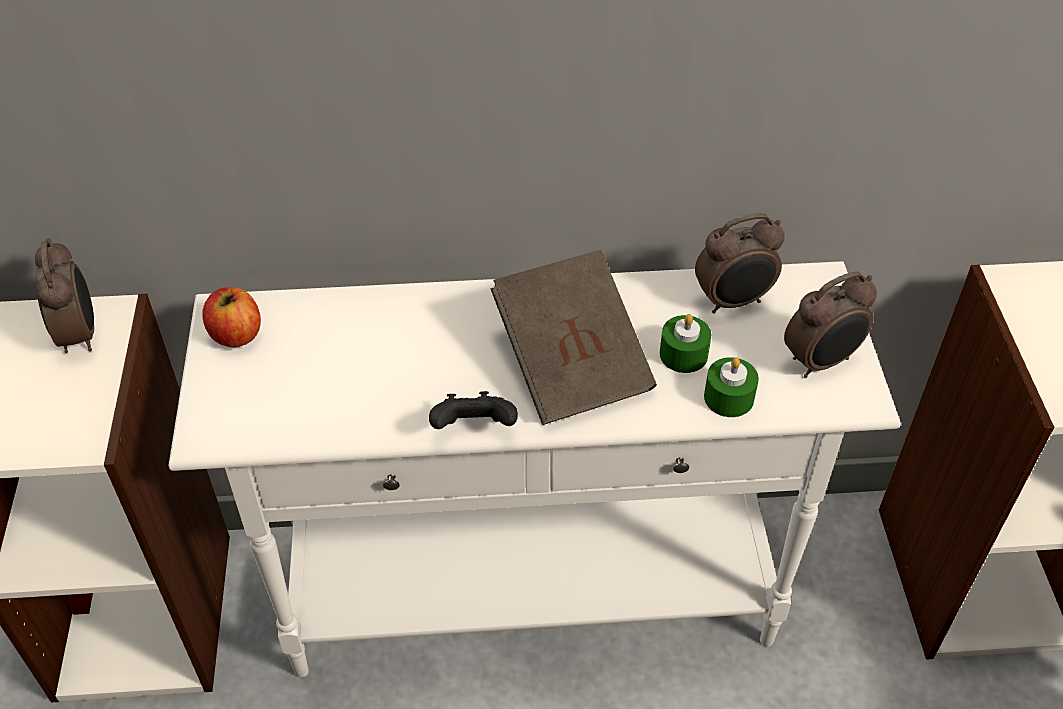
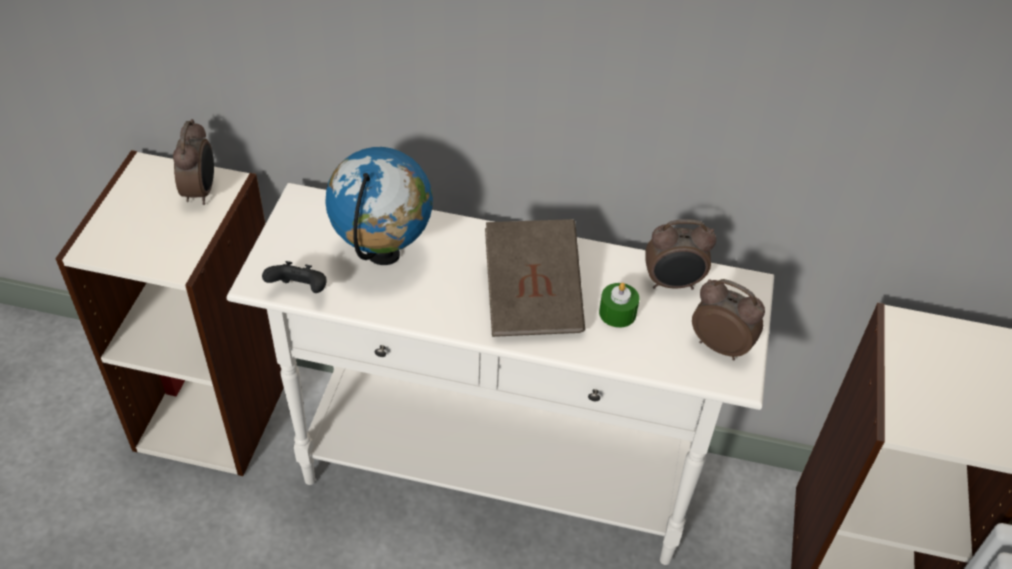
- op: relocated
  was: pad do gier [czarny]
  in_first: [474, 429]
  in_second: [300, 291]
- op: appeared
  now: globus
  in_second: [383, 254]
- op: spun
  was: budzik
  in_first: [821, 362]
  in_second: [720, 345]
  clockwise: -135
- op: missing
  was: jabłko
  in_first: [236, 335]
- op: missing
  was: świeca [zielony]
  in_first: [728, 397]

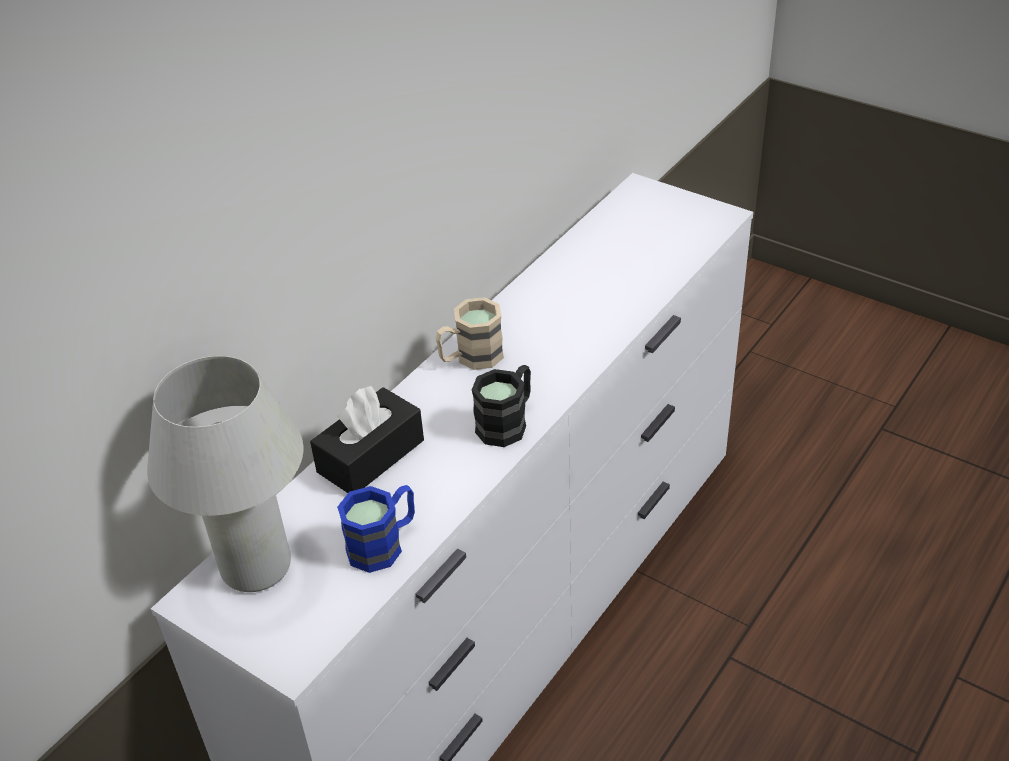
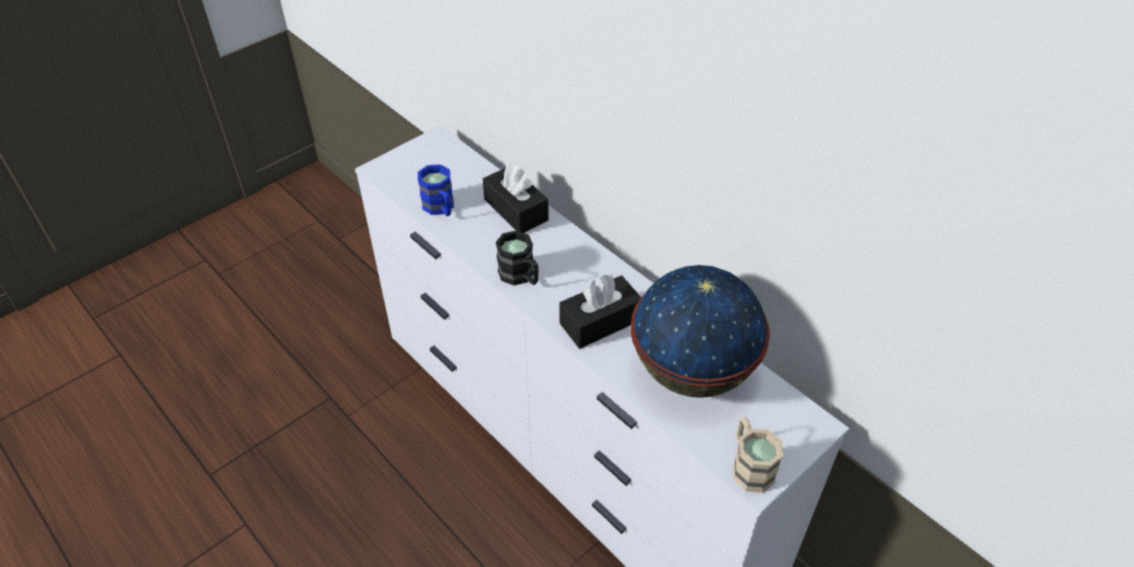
- op: appeared
  now: pudełko chusteczek [czarny]
  in_second: [600, 322]
- op: appeared
  now: globus
  in_second: [693, 371]
- op: relocated
  was: kubek [beżowy]
  in_first: [471, 358]
  in_second: [749, 465]
- op: missing
  was: lampa stołowa [biały]
  in_first: [256, 567]

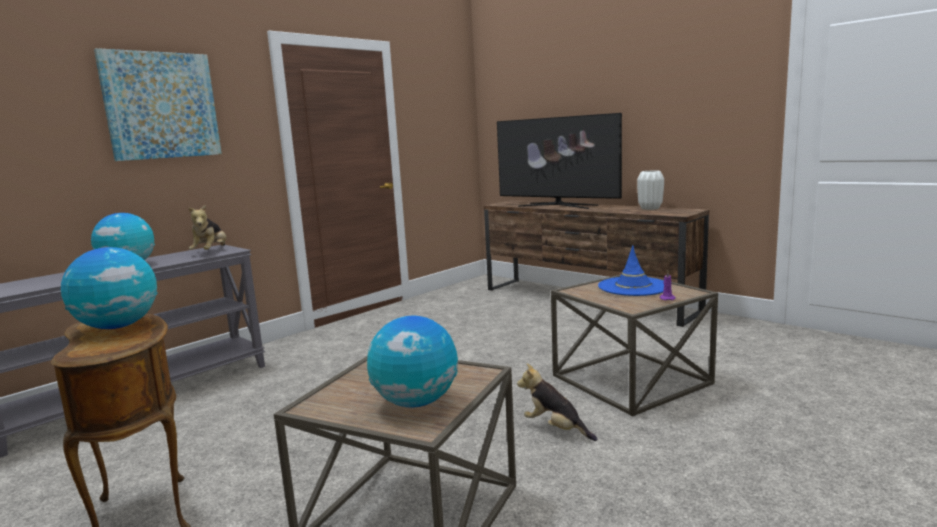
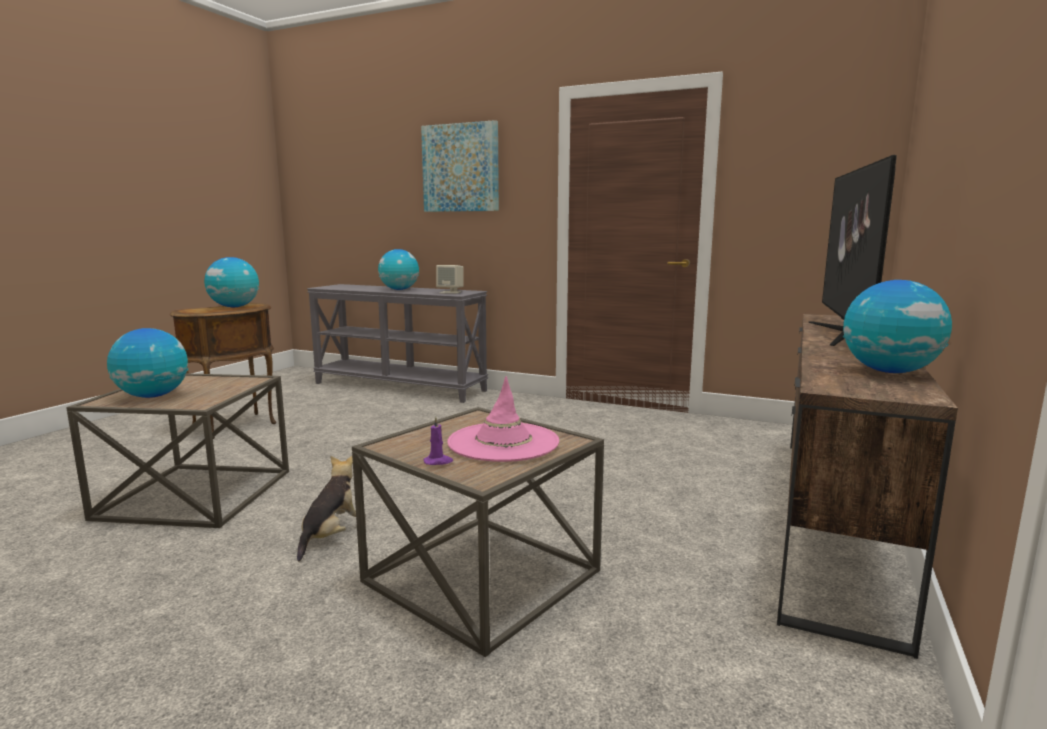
- op: exchanged
  was: pluszak
  now: głośnik [beżowy]
  in_first: [211, 252]
  in_second: [450, 292]
- op: colour
  was: kapelusz [niebieski]
  now: kapelusz [różowy]
  in_first: [633, 287]
  in_second: [503, 442]
- op: exchanged
  was: wazon [biały]
  now: globus
  in_first: [649, 208]
  in_second: [889, 371]

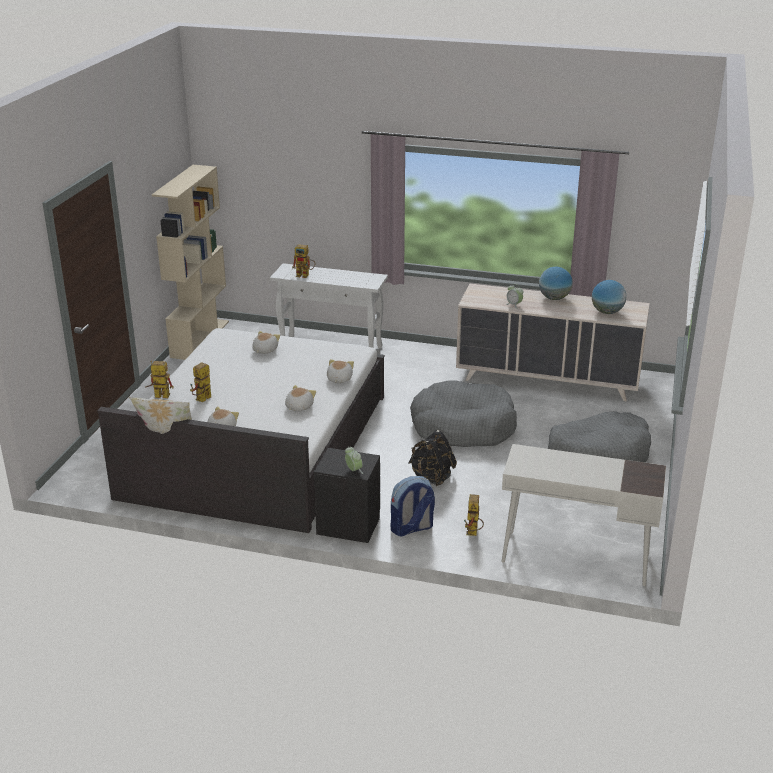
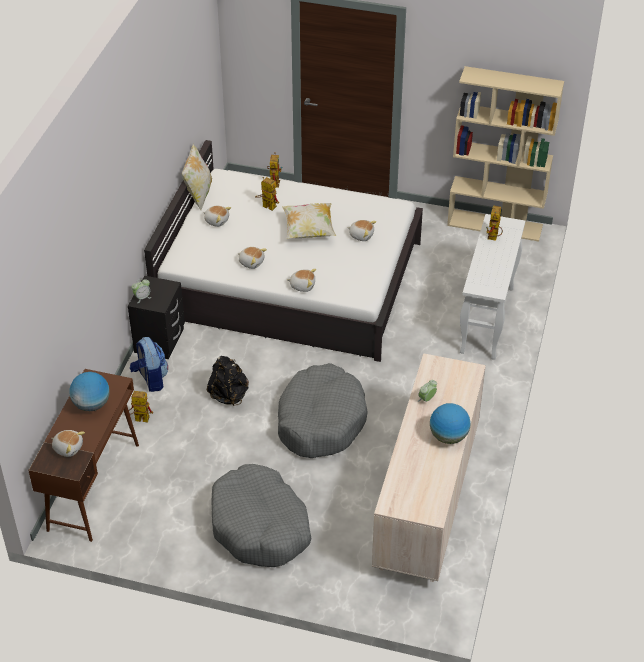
- op: colour
  was: biurko [biały]
  now: biurko [brązowy]
  in_first: [574, 557]
  in_second: [94, 486]
- op: appeared
  now: pluszak
  in_second: [68, 447]
- op: relocated
  was: globus
  in_first: [607, 312]
  in_second: [92, 405]
- op: appeared
  now: poduszka
  in_second: [309, 230]

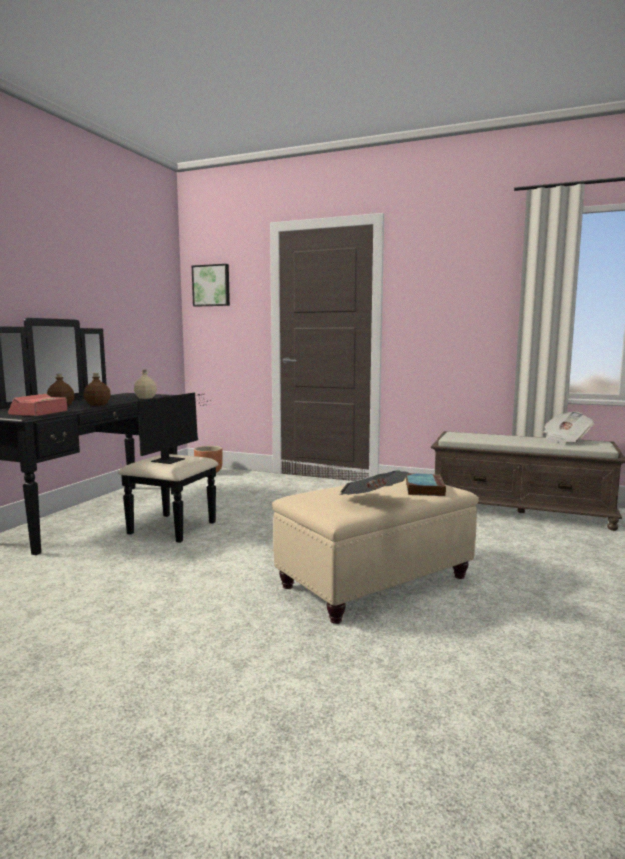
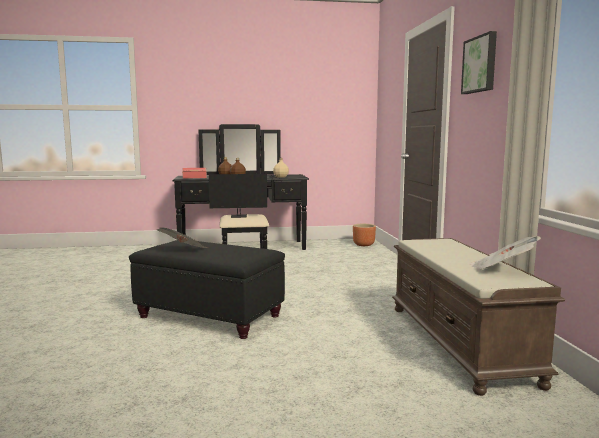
- op: colour
  was: pufa [beżowy]
  now: pufa [czarny]
  in_first: [374, 582]
  in_second: [208, 316]
- op: relocated
  was: obraz
  in_first: [211, 285]
  in_second: [480, 64]
- op: missing
  was: książka
  in_first: [424, 488]

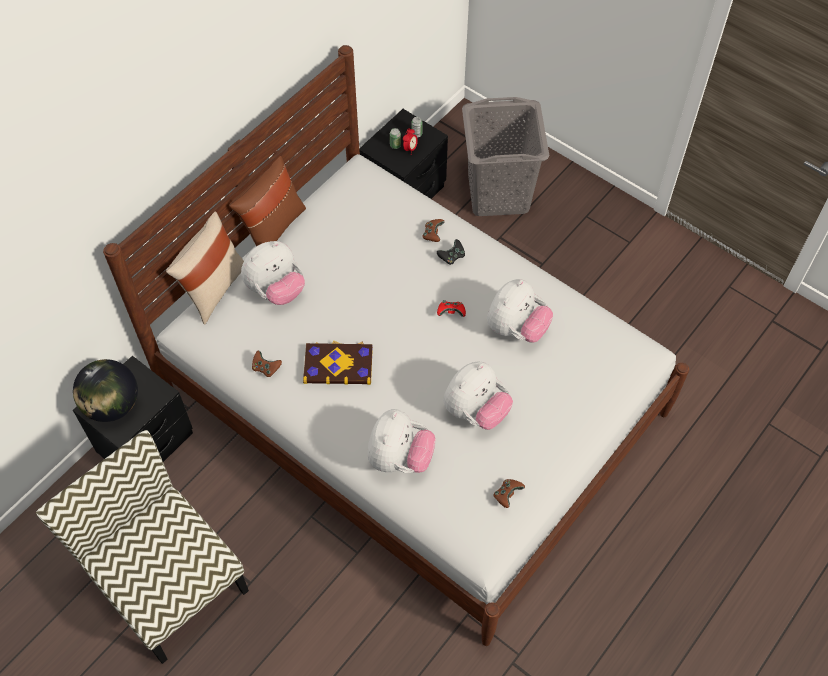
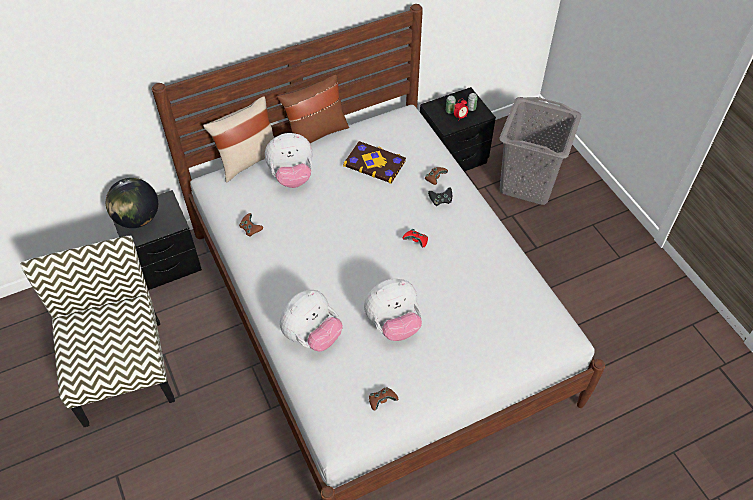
- op: relocated
  was: książka
  in_first: [338, 364]
  in_second: [375, 163]
- op: missing
  was: pluszak
  in_first: [516, 328]

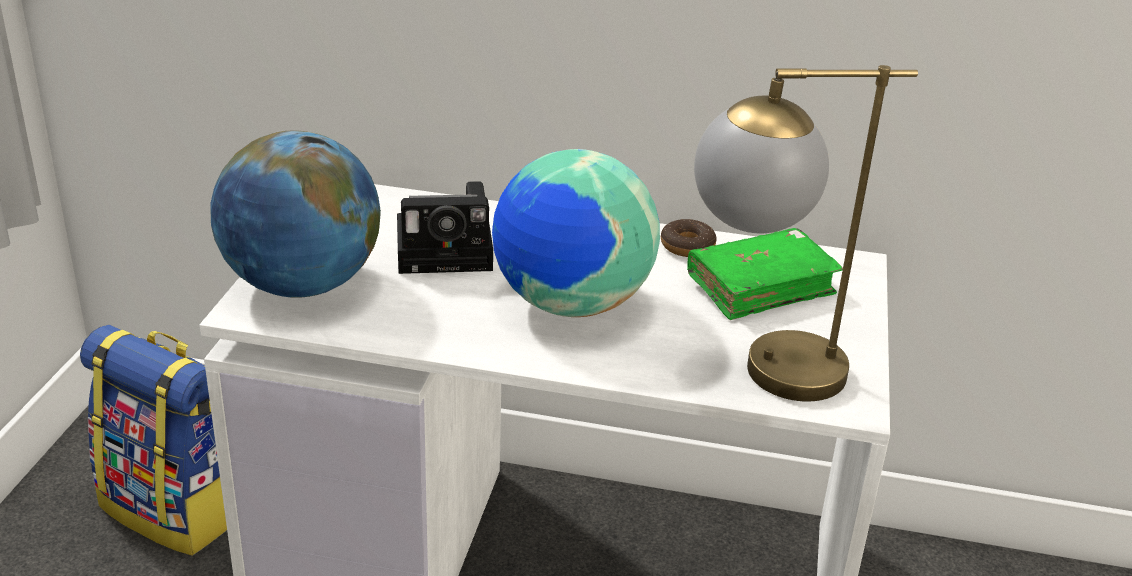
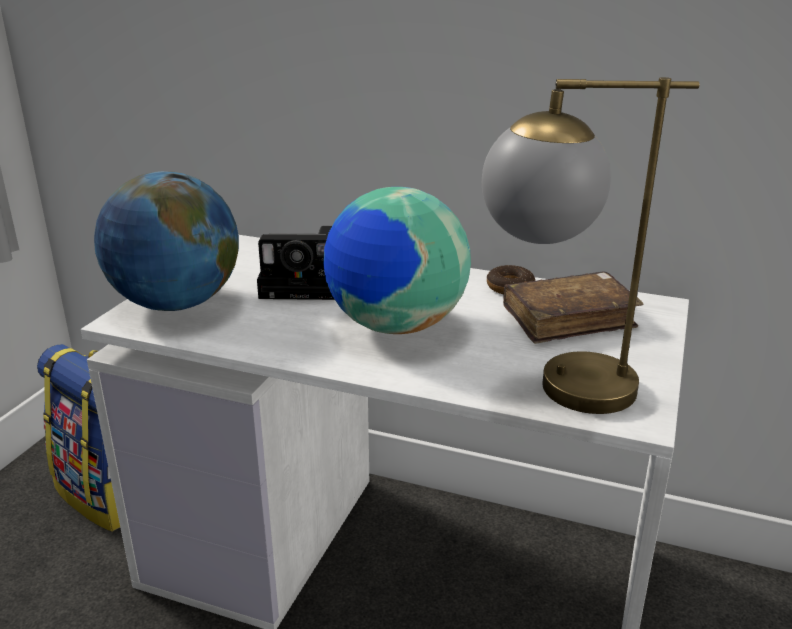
- op: colour
  was: książka [zielony]
  now: książka [brązowy]
  in_first: [760, 287]
  in_second: [568, 319]

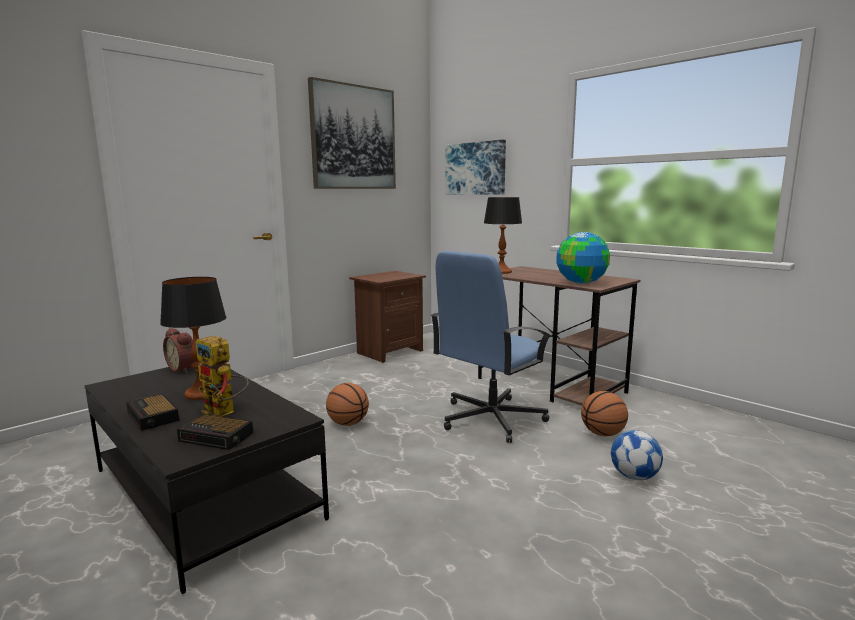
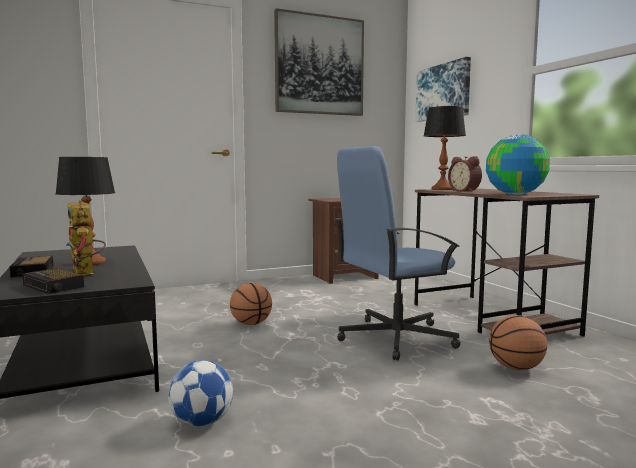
- op: relocated
  was: piłka futbolowa
  in_first: [634, 476]
  in_second: [202, 422]
- op: relocated
  was: budzik
  in_first: [184, 368]
  in_second: [465, 191]

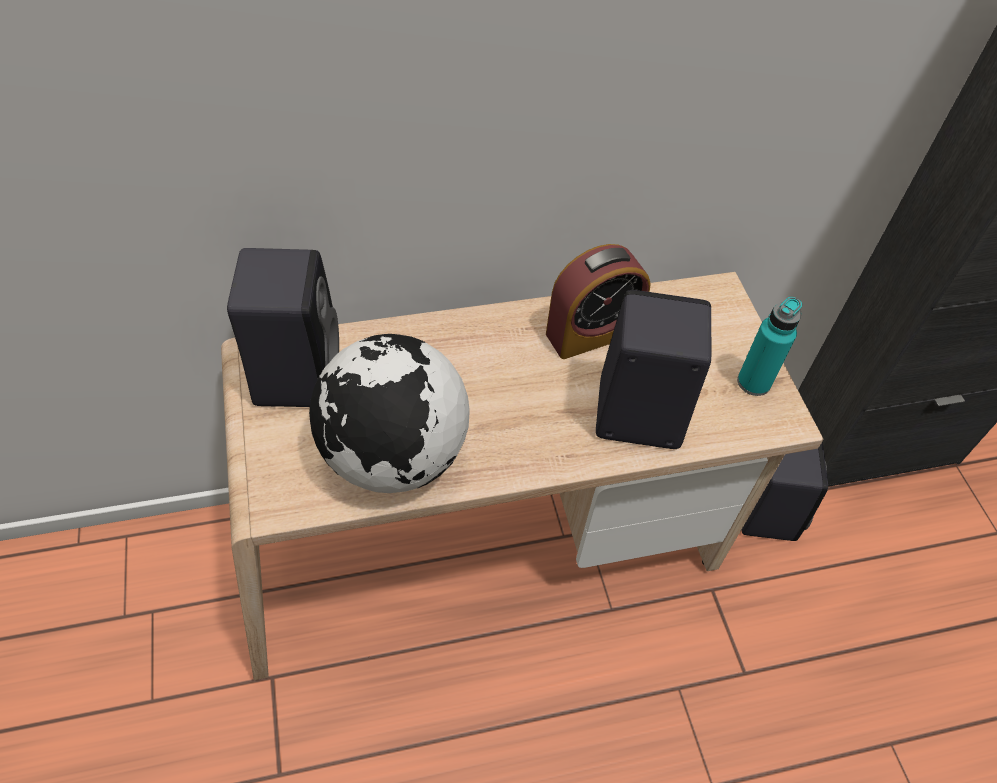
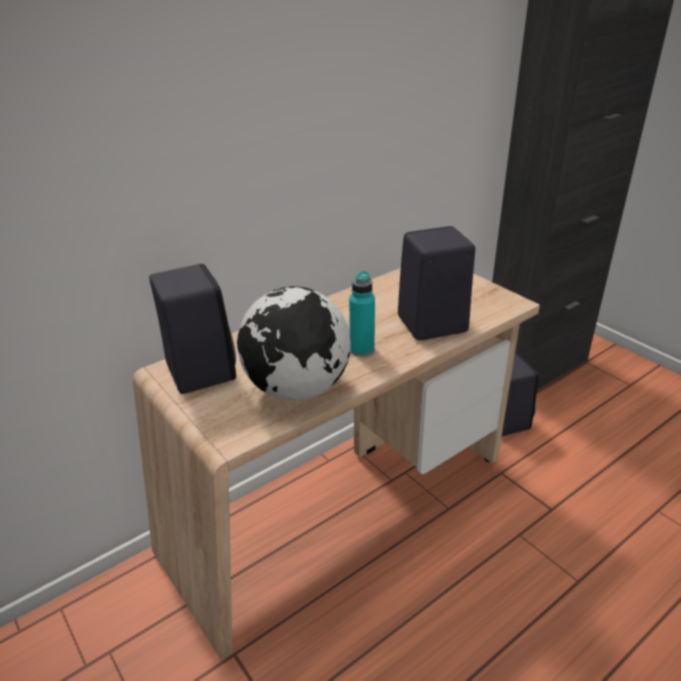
- op: relocated
  was: butelka [turkusowy]
  in_first: [753, 382]
  in_second: [362, 349]
- op: missing
  was: budzik
  in_first: [592, 333]

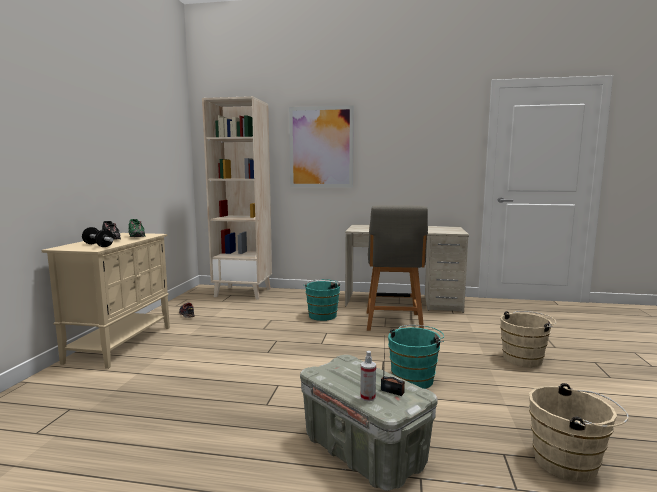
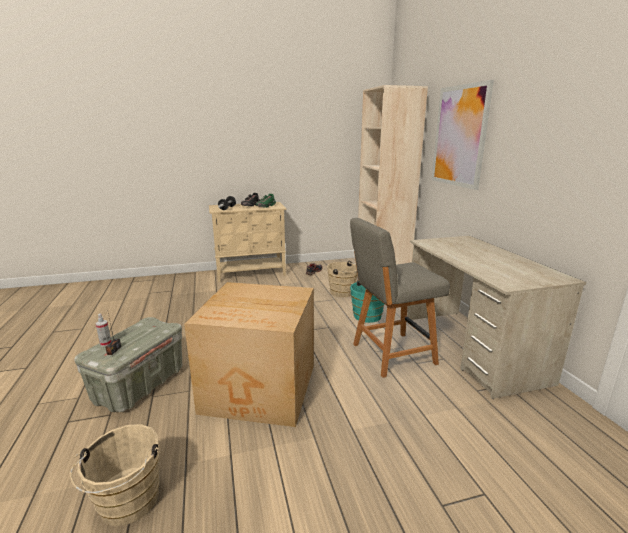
- op: exchanged
  was: wiadro [turkusowy]
  now: karton
  in_first: [414, 378]
  in_second: [261, 389]
- op: relocated
  was: wiadro [beżowy]
  in_first: [524, 358]
  in_second: [344, 293]

